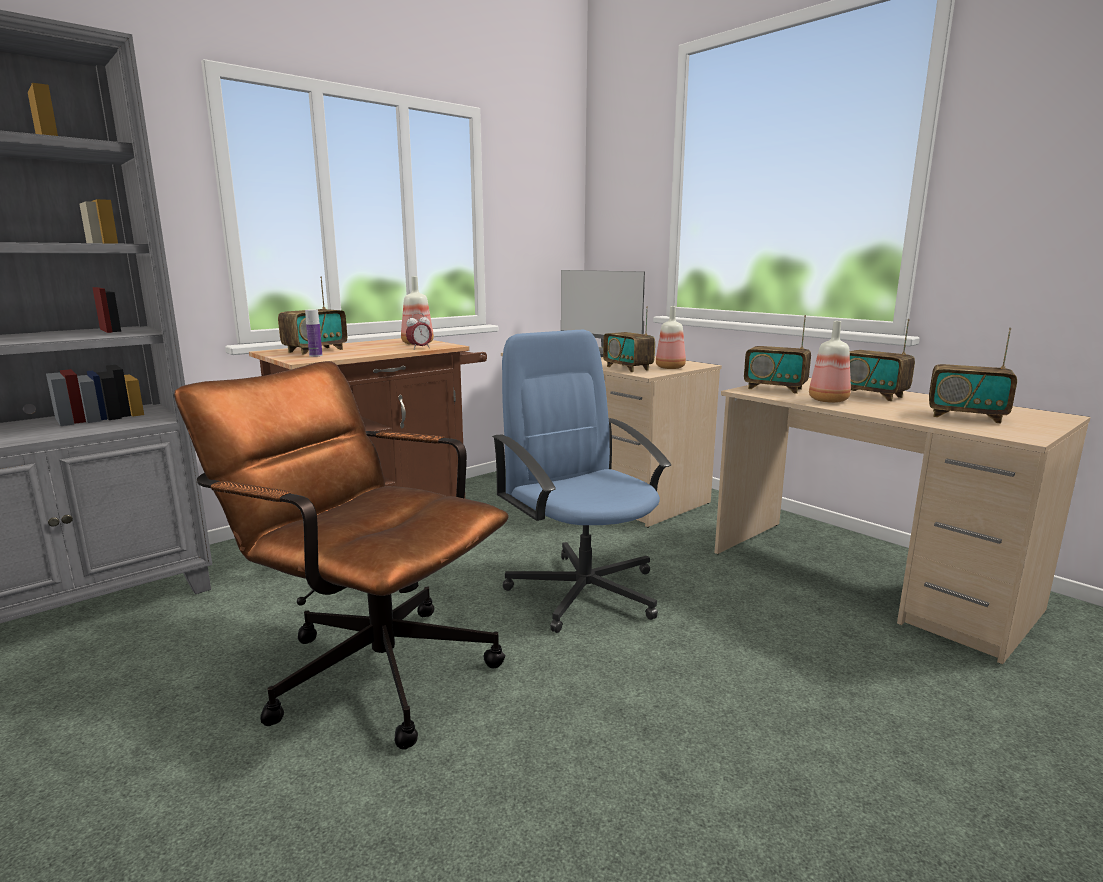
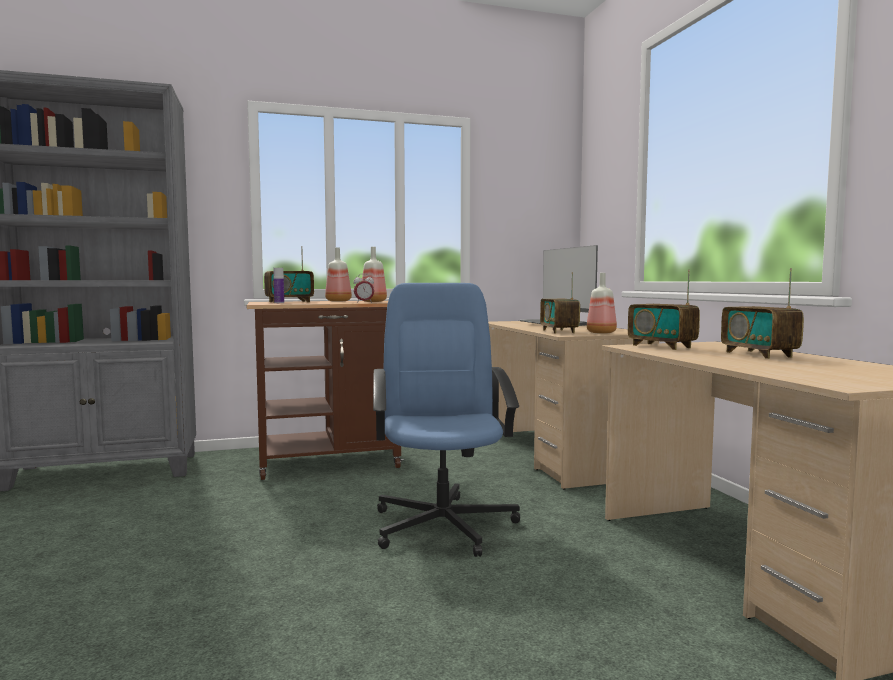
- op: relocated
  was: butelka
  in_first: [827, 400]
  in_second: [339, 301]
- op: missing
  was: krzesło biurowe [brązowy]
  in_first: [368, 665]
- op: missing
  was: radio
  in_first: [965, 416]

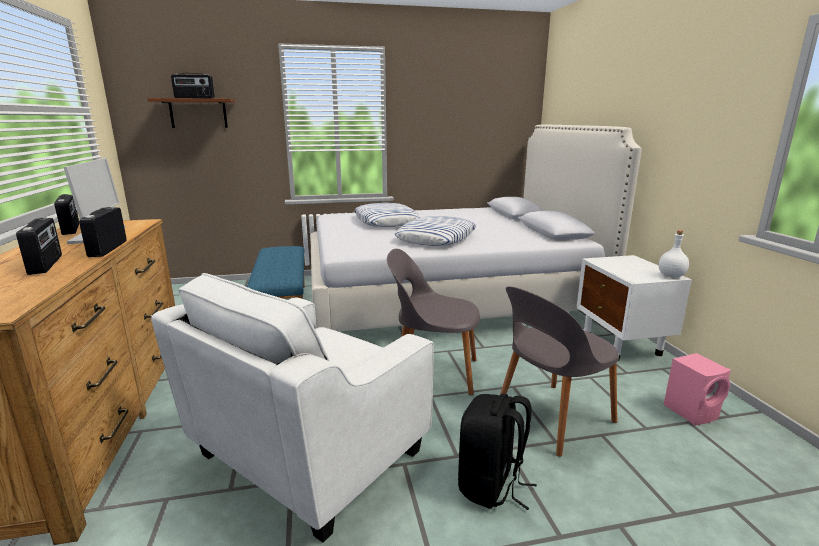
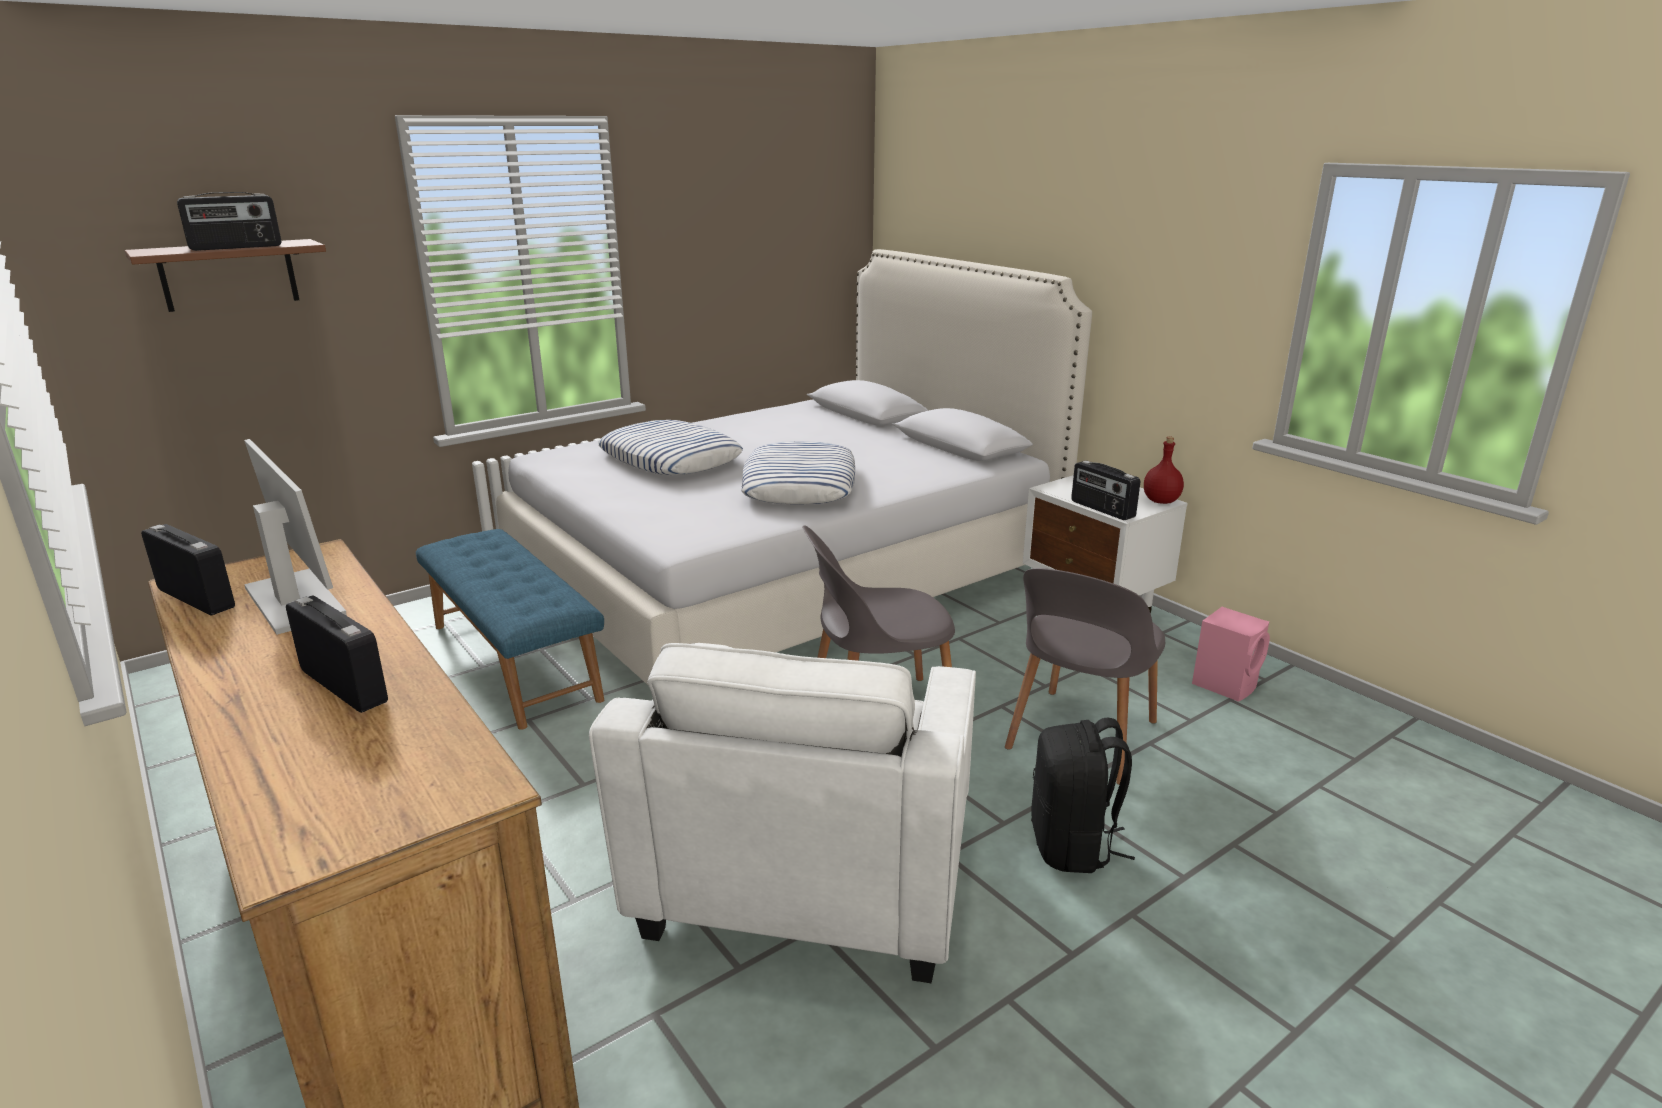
- op: relocated
  was: radio
  in_first: [107, 249]
  in_second: [1102, 509]
- op: colour
  was: butelka [biały]
  now: butelka [czerwony]
  in_first: [671, 276]
  in_second: [1161, 501]

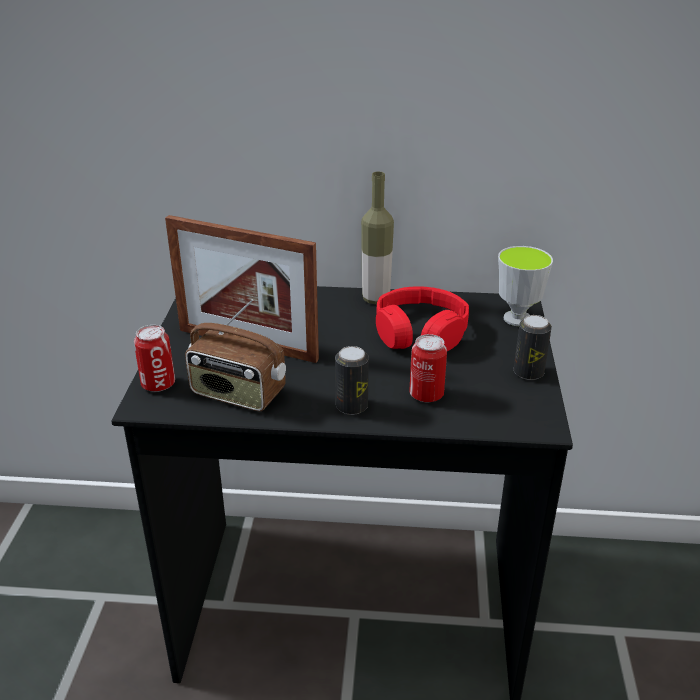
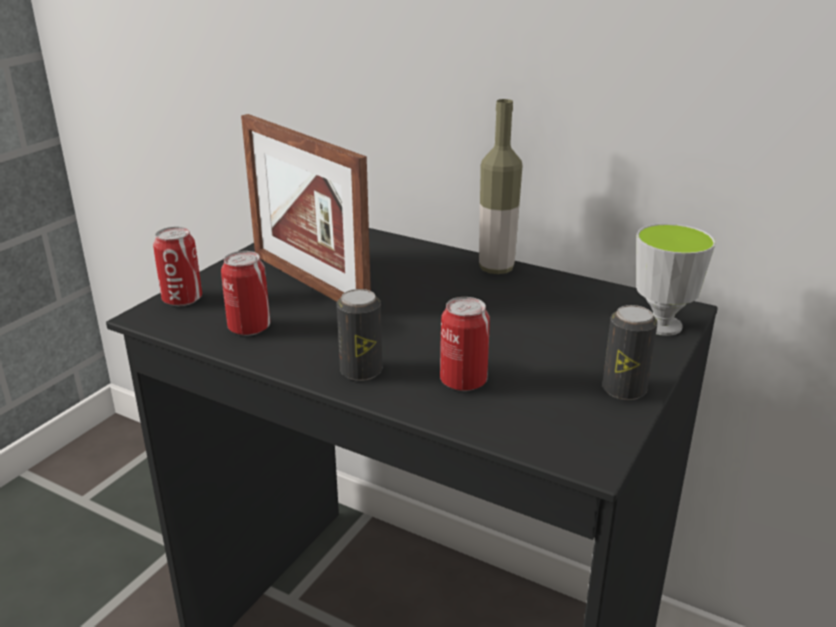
- op: exchanged
  was: radio
  now: puszka
  in_first: [237, 394]
  in_second: [249, 328]
- op: missing
  was: słuchawki [czerwony]
  in_first: [420, 332]

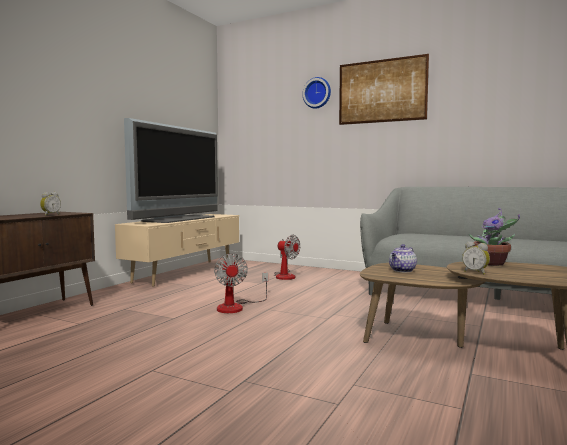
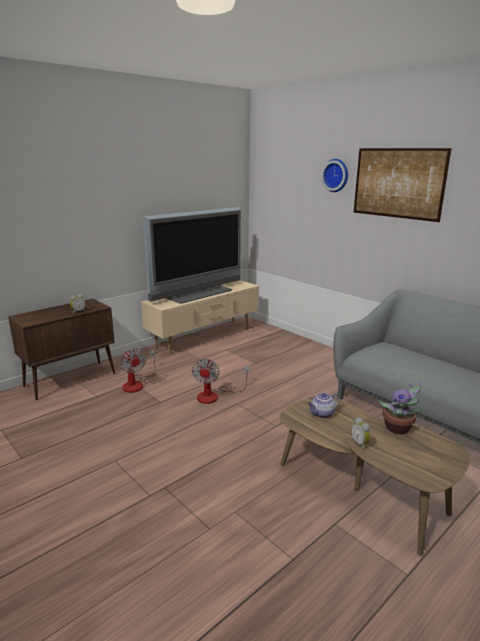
- op: relocated
  was: wentylator
  in_first: [285, 276]
  in_second: [137, 383]

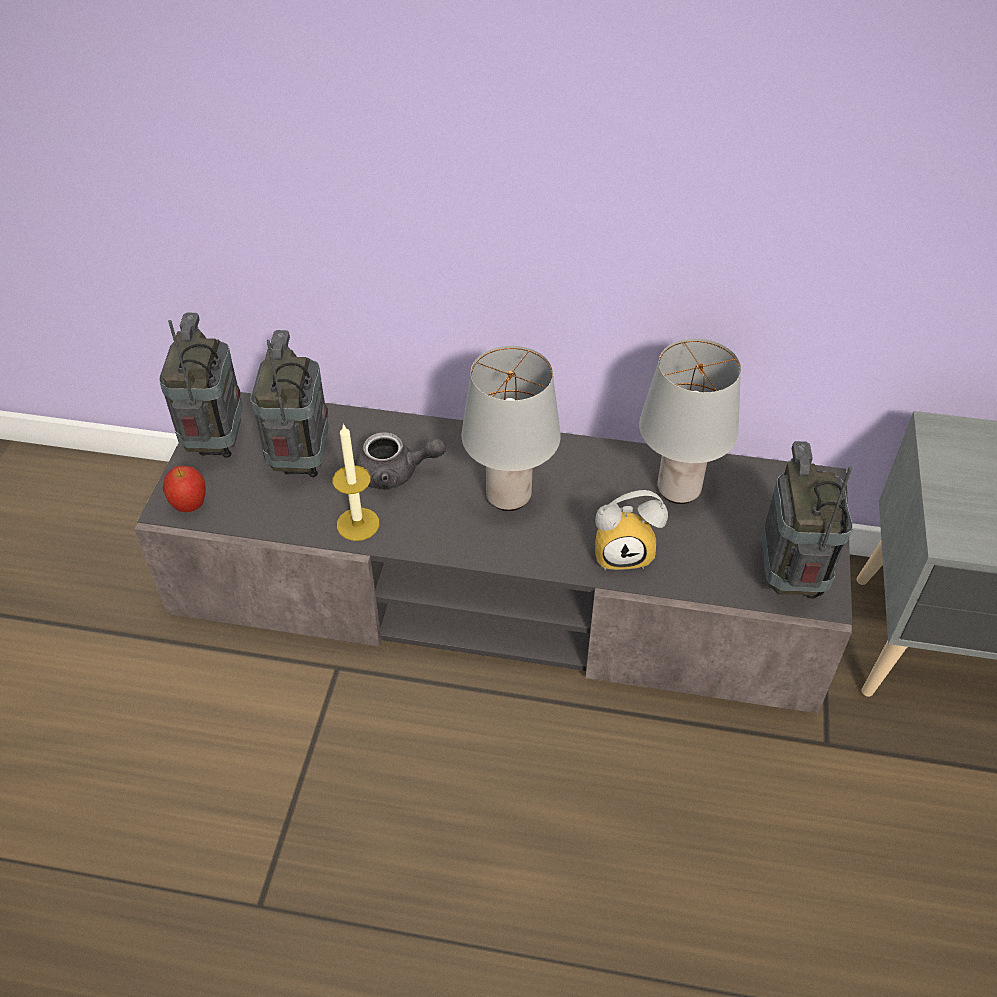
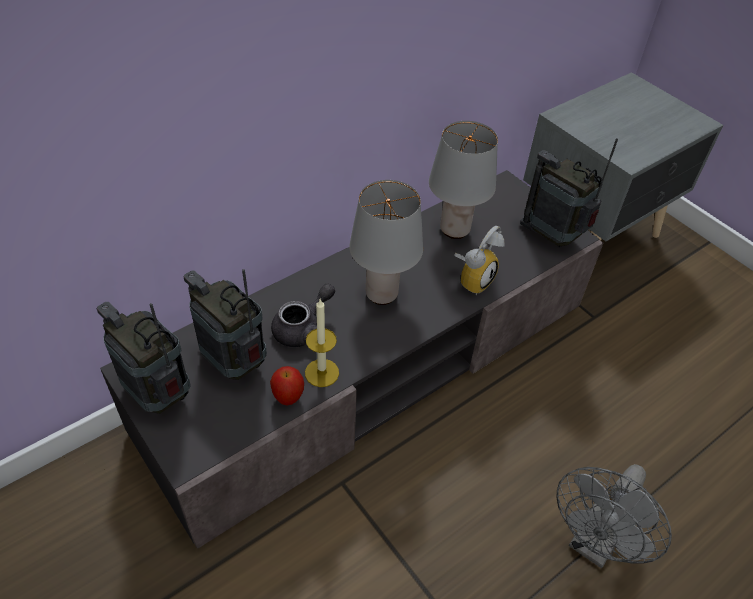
- op: relocated
  was: jabłko
  in_first: [190, 506]
  in_second: [288, 398]
- op: appeared
  now: wentylator [szary]
  in_second: [594, 543]

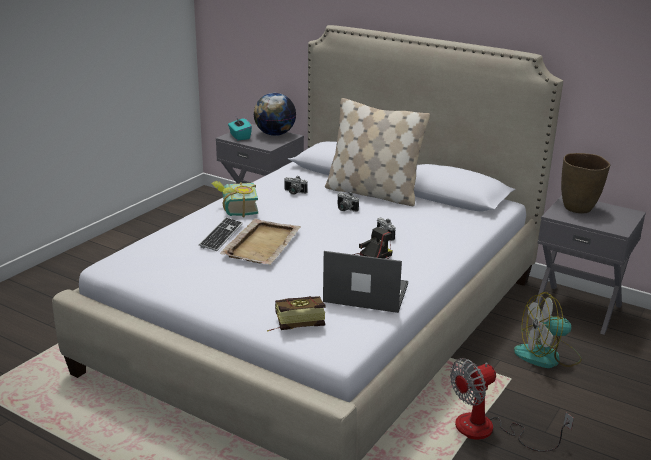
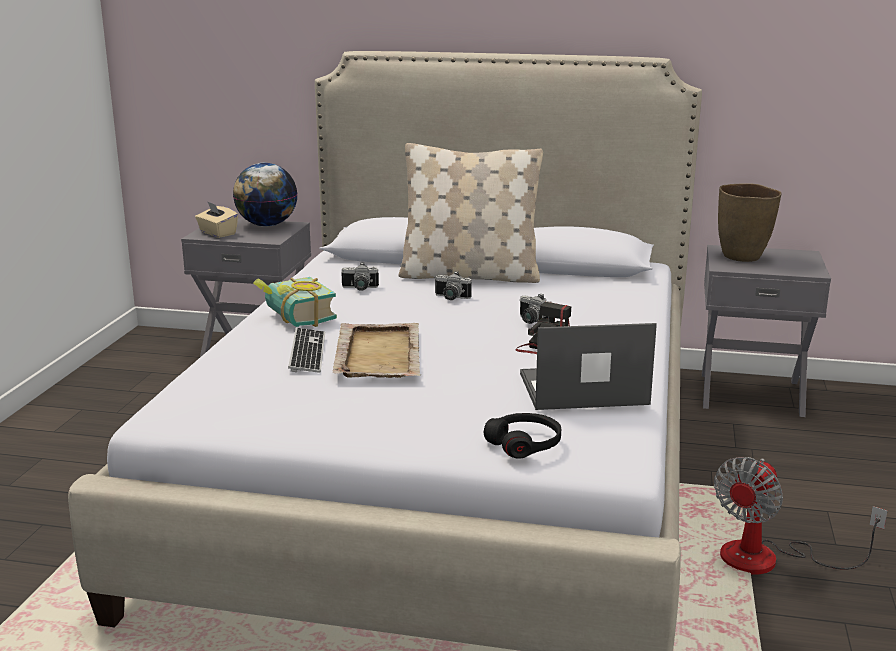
- op: colour
  was: pudełko chusteczek [turkusowy]
  now: pudełko chusteczek [beżowy]
  in_first: [239, 136]
  in_second: [217, 233]
- op: exchanged
  was: książka
  now: słuchawki [czarny]
  in_first: [294, 324]
  in_second: [524, 444]
- op: missing
  was: wentylator
  in_first: [547, 356]

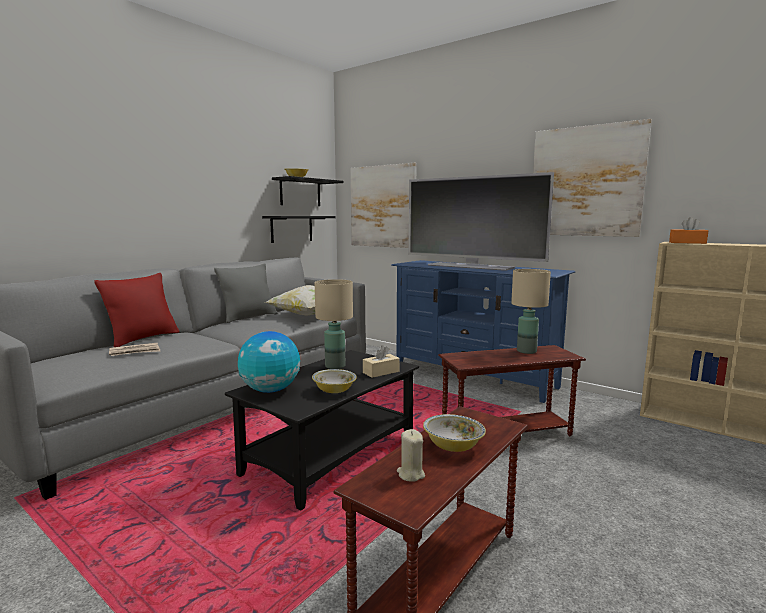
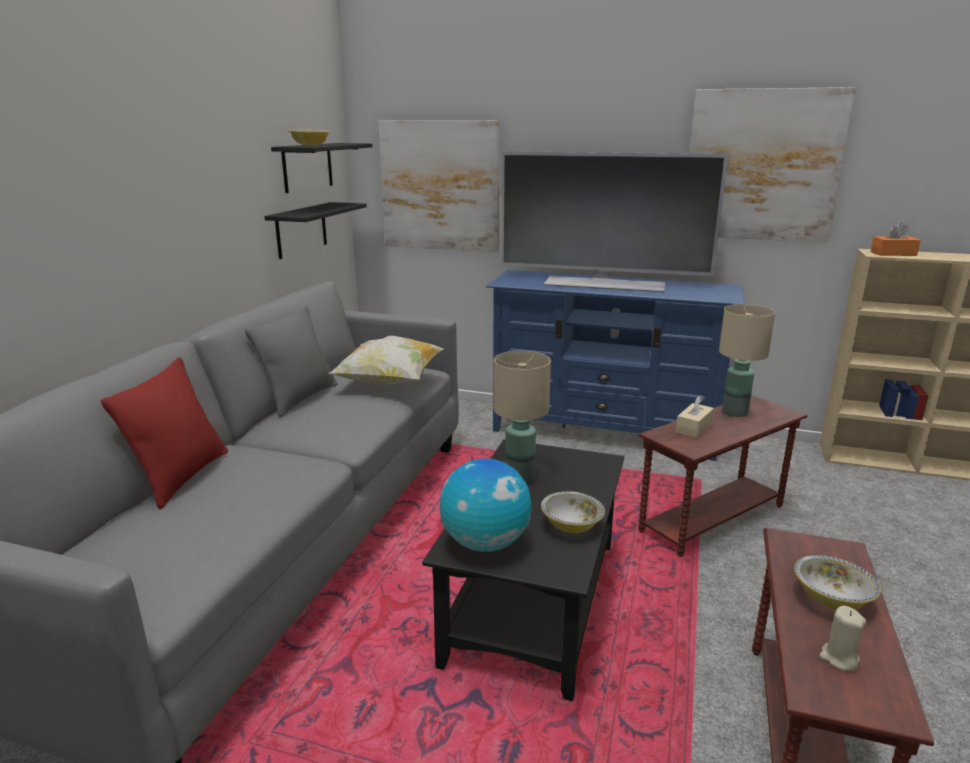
- op: relocated
  was: pudełko chusteczek [beżowy]
  in_first: [381, 372]
  in_second: [693, 428]
- op: missing
  was: gazeta
  in_first: [135, 352]

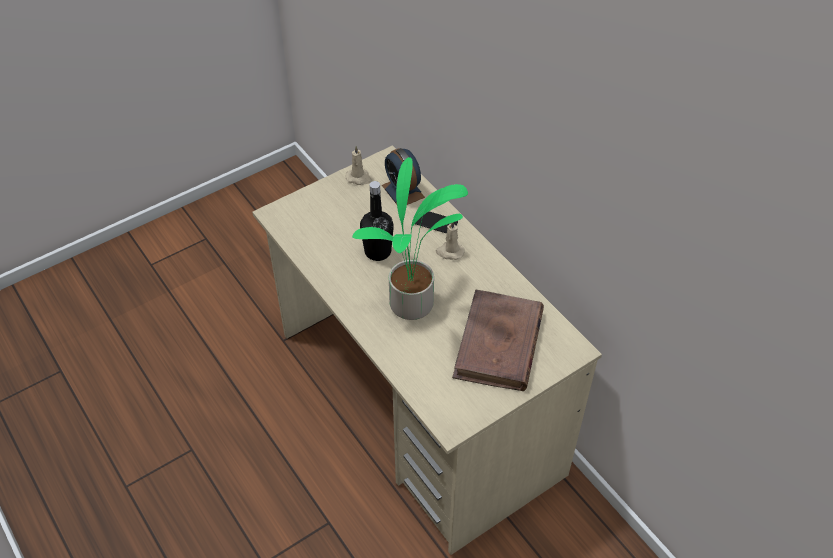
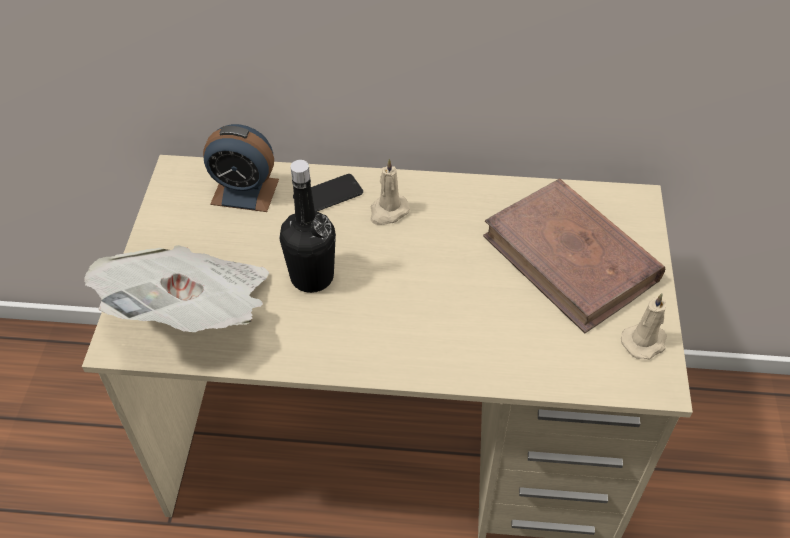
- op: appeared
  now: gazeta
  in_second: [194, 312]
- op: relocated
  was: świeca [beżowy]
  in_first: [359, 178]
  in_second: [645, 342]
- op: missing
  was: roślina doniczkowa
  in_first: [413, 306]

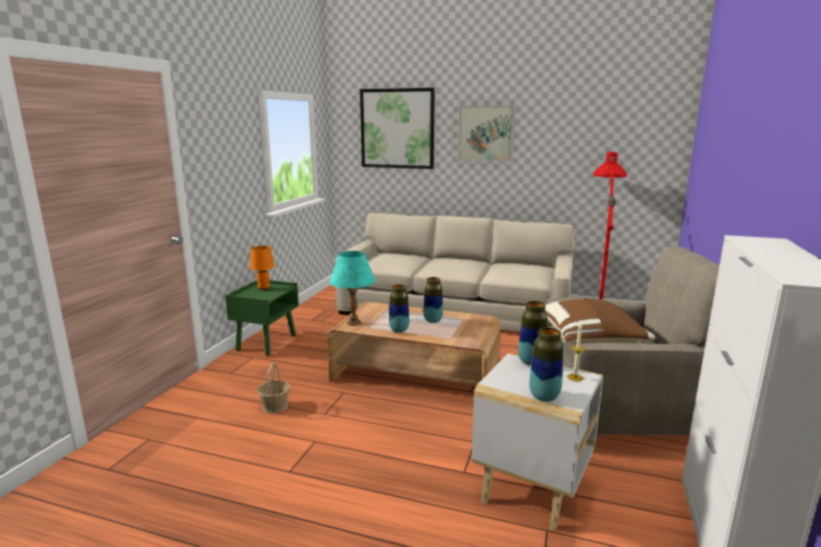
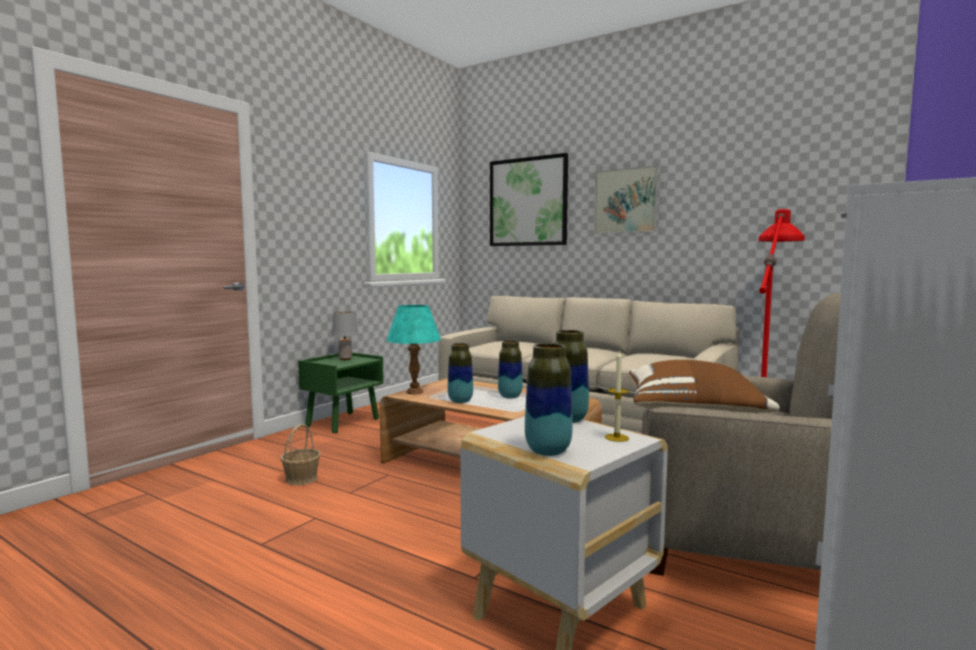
- op: colour
  was: lampa stołowa [pomarańczowy]
  now: lampa stołowa [szary]
  in_first: [263, 288]
  in_second: [345, 359]

